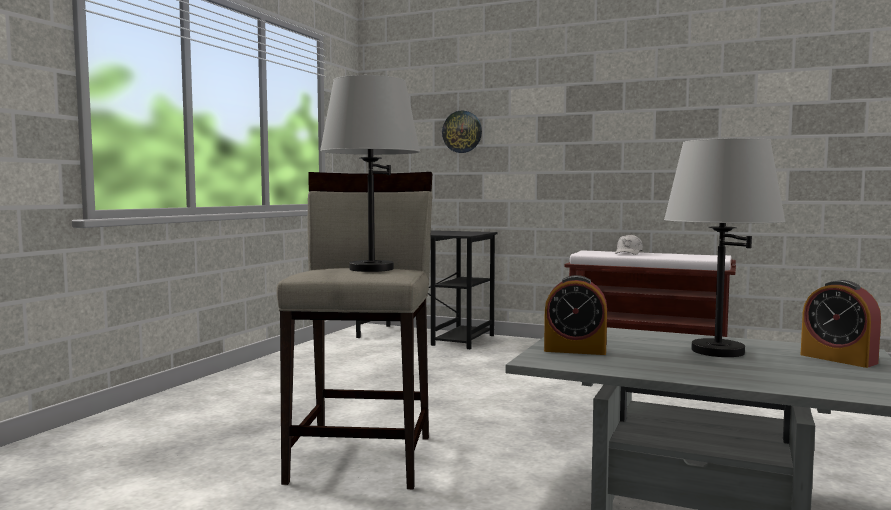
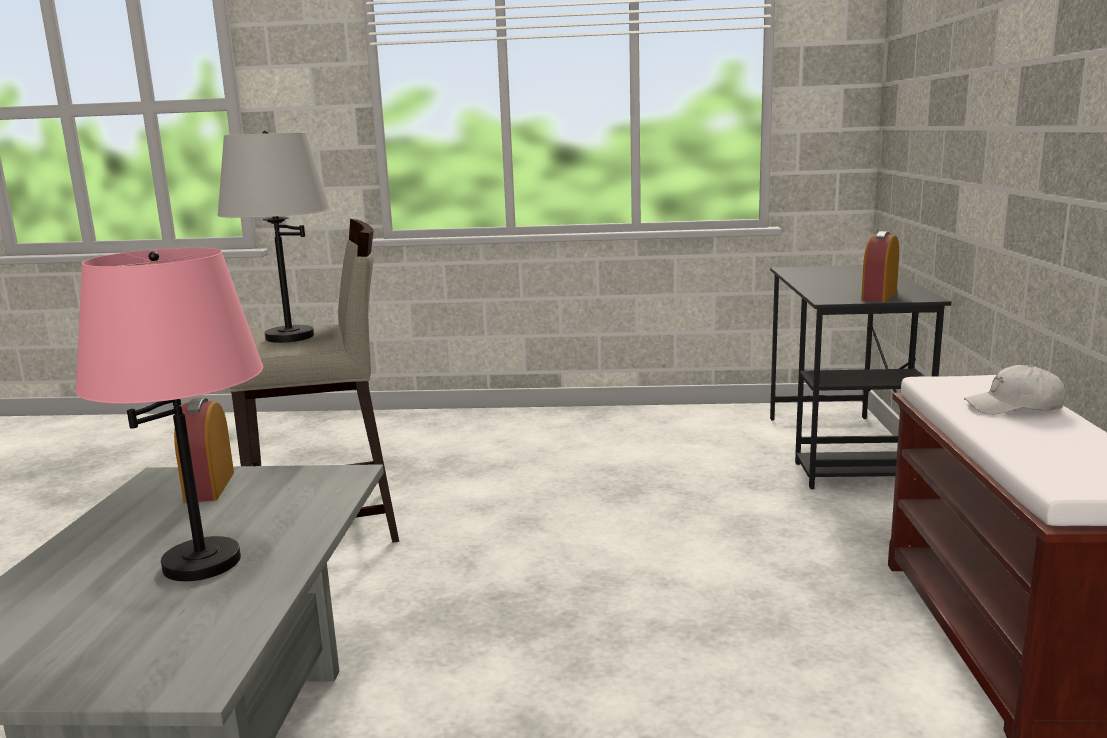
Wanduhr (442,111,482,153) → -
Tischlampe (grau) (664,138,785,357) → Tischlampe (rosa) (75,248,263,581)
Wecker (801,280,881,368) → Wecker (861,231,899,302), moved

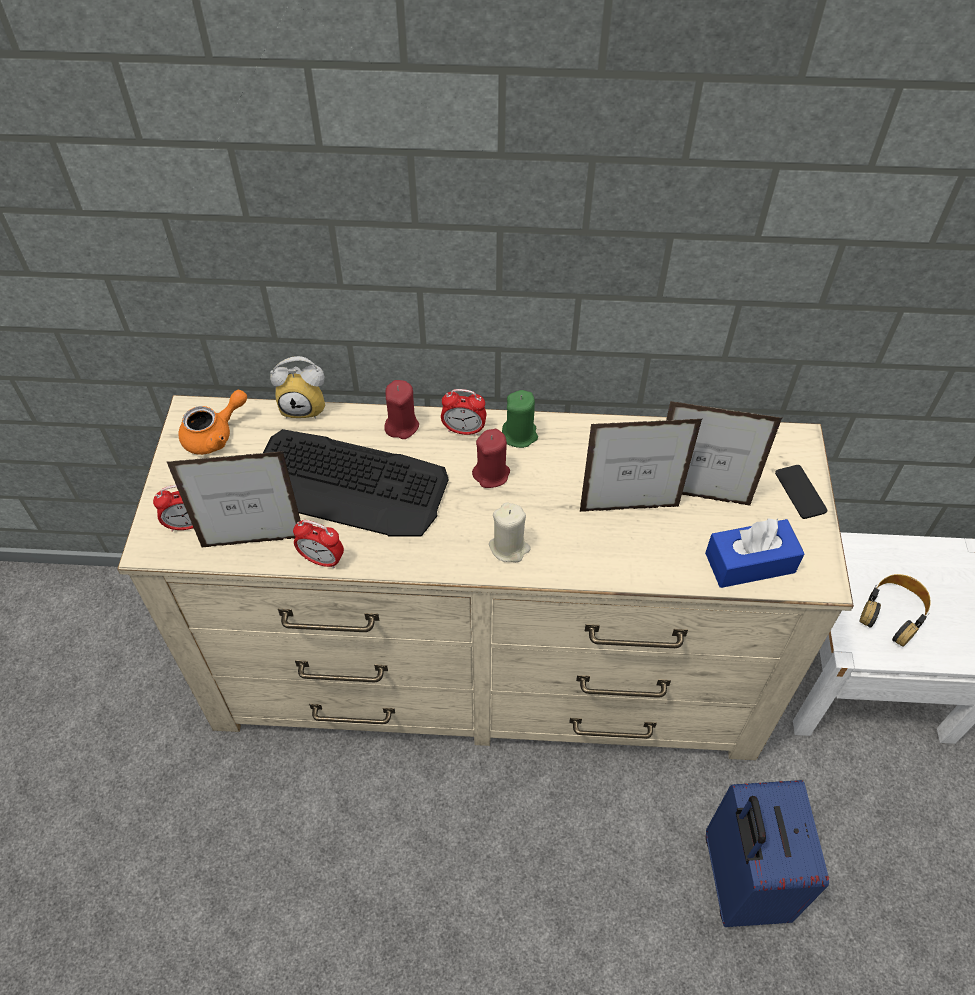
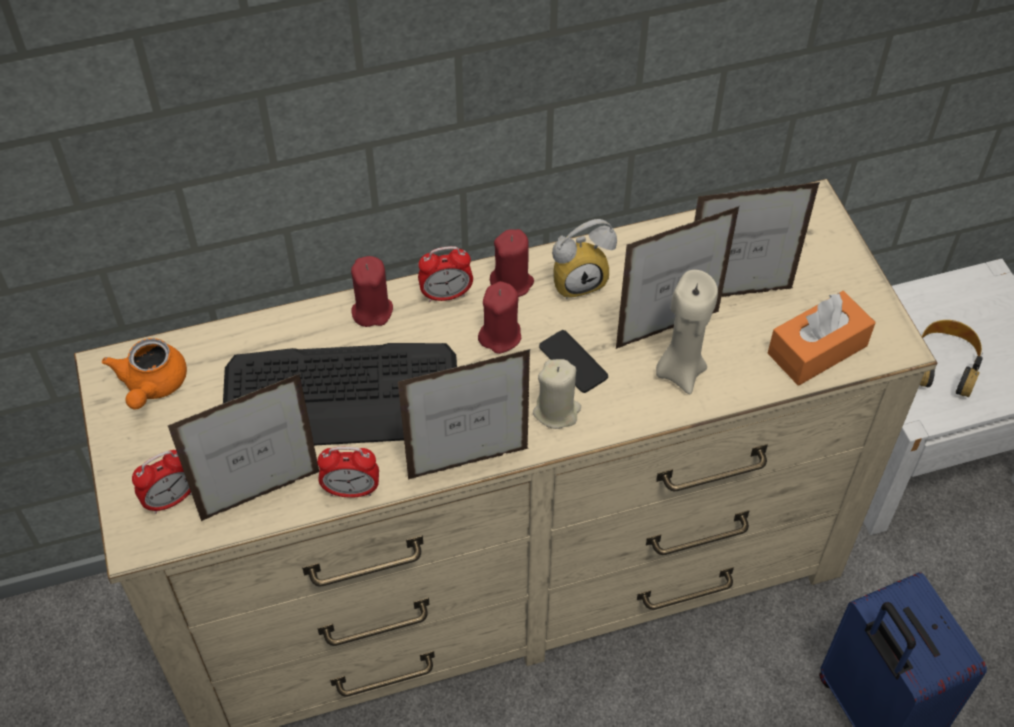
Teekanne (orange) (179,390,247,455) → Teekanne (orange) (102,338,187,410), 150 degrees clockwise
Wecker (270,356,325,419) → Wecker (552,219,617,299), moved
Kerze (grün) (502,390,538,448) → Kerze (rot) (490,229,534,297)
Taschentuchbox (blau) (705,518,805,588) → Taschentuchbox (orange) (768,291,875,385)
Handy (775,465,827,519) → Handy (539,330,608,393), moved
- → Bilderrahmen (398,349,531,480)
- → Kerze (beige) (656,270,718,394)

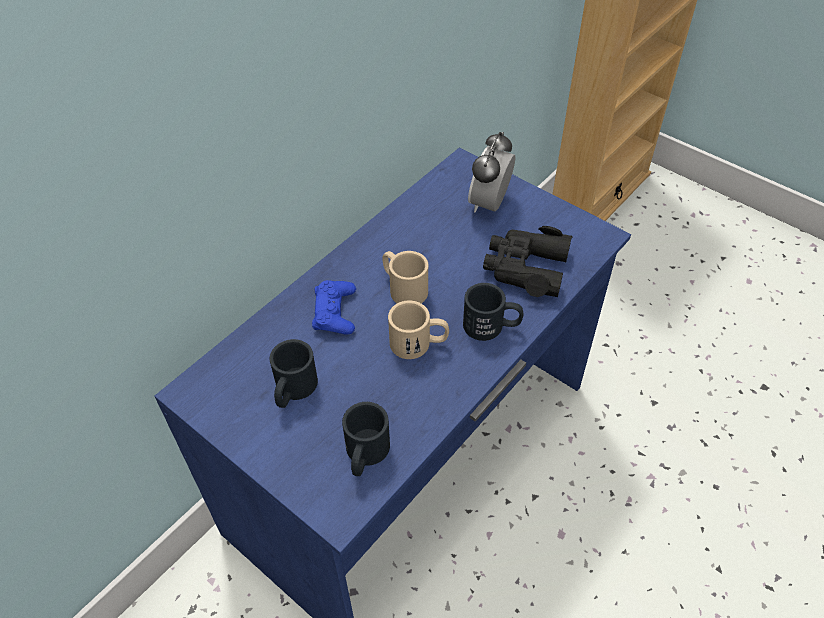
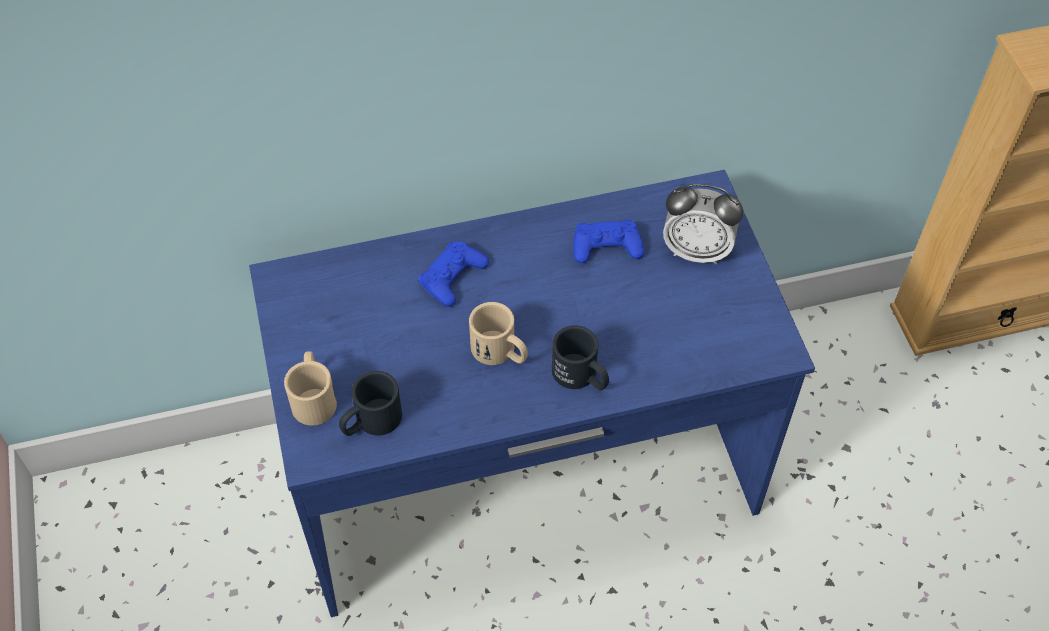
Henkelbecher (schwarz) (270,339,318,408) → -
Henkelbecher (beige) (382,251,428,303) → Henkelbecher (beige) (284,351,337,426), moved
Wecker (468,132,516,212) → Wecker (663,184,743,264), 135 degrees counterclockwise
Fernglas (schwarz) (483,226,573,297) → -
- → Gamepad (blau) (573,219,644,263)

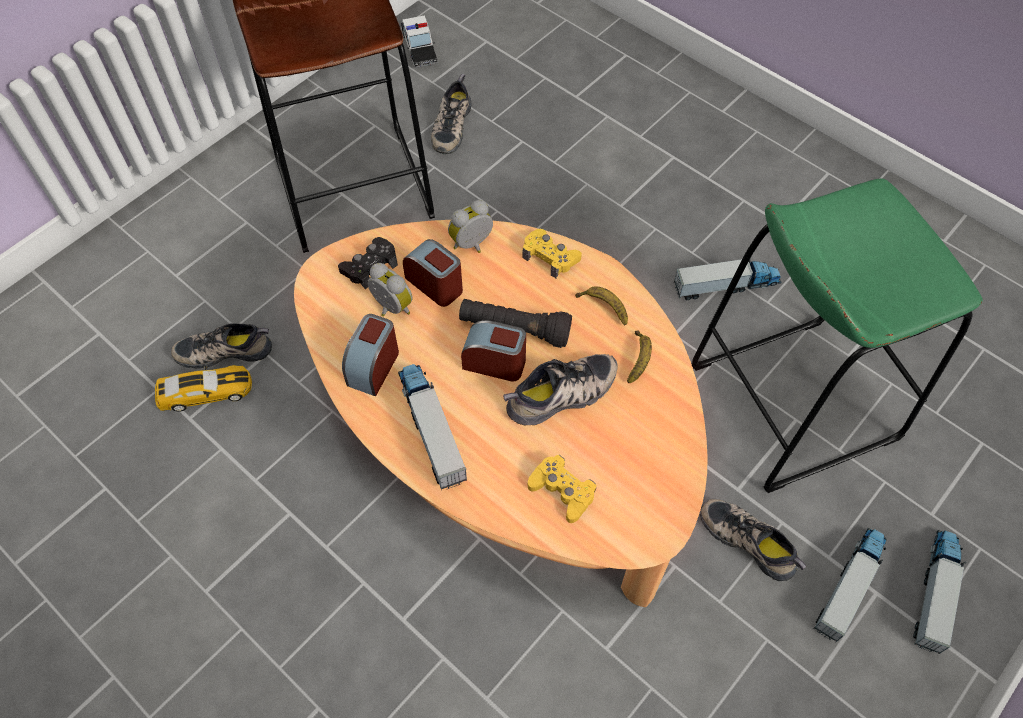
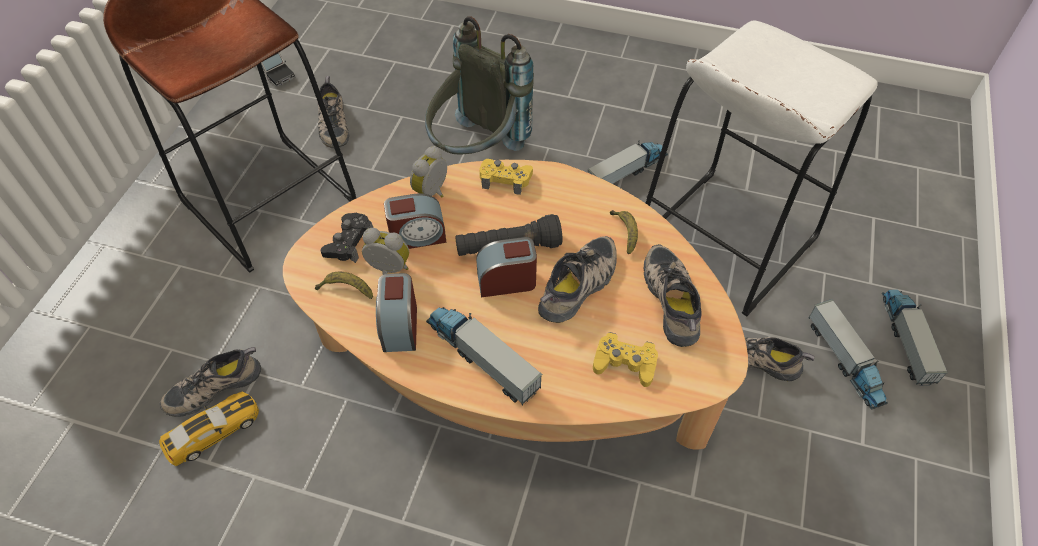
Wecker (403,239,463,307) → Wecker (384,193,446,249), 150 degrees clockwise
Banane (575,286,628,326) → Banane (315,272,373,299), moved
Hocker (grün) (692,179,983,493) → Hocker (weiß) (646,20,878,317)
Spielzeuglaster (814,528,887,642) → Spielzeuglaster (808,299,888,410), 150 degrees clockwise
- → Rucksack (grau) (425,16,534,155)
- → Schuh (644,244,702,347)

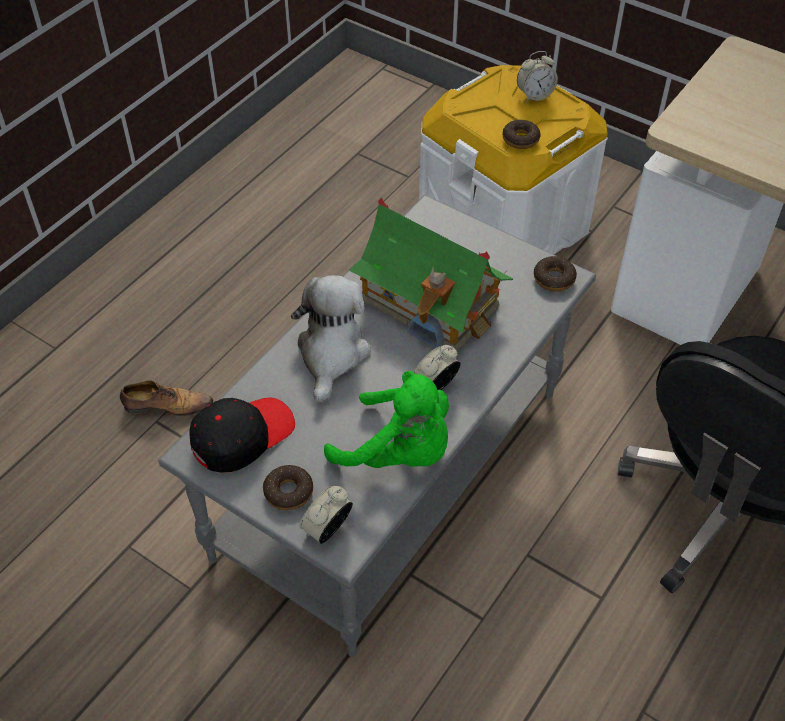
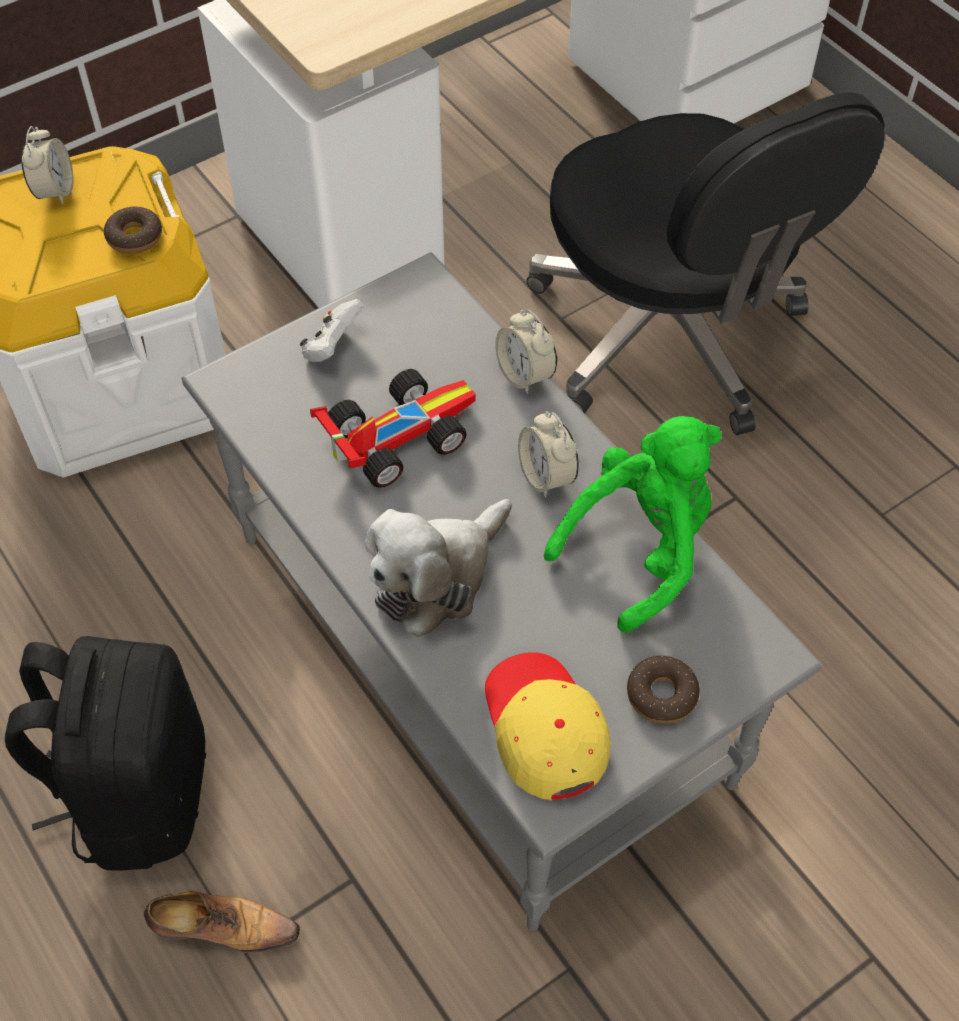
Schuh (120,380,213,417) → Schuh (144,891,300,953), 75 degrees clockwise
Kappe (schwarz) (189,398,295,473) → Kappe (gelb) (485,652,610,800)
Plüschtier (291,275,371,403) → Plüschtier (365,499,512,637), 75 degrees counterclockwise
Wecker (299,486,353,544) → Wecker (495,309,557,394), moved
Spielzeughaus (348,198,513,351) → Spielzeugauto (310,369,476,488)
Donut (534,256,577,292) → -
- → Rucksack (schwarz) (5,636,206,871)
- → Gamepad (weiß) (300,299,365,362)

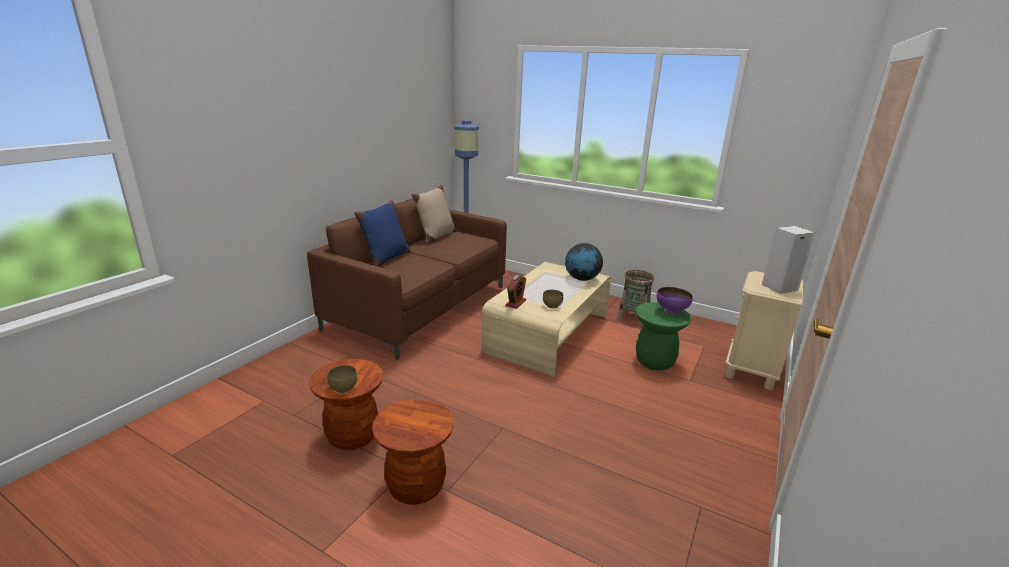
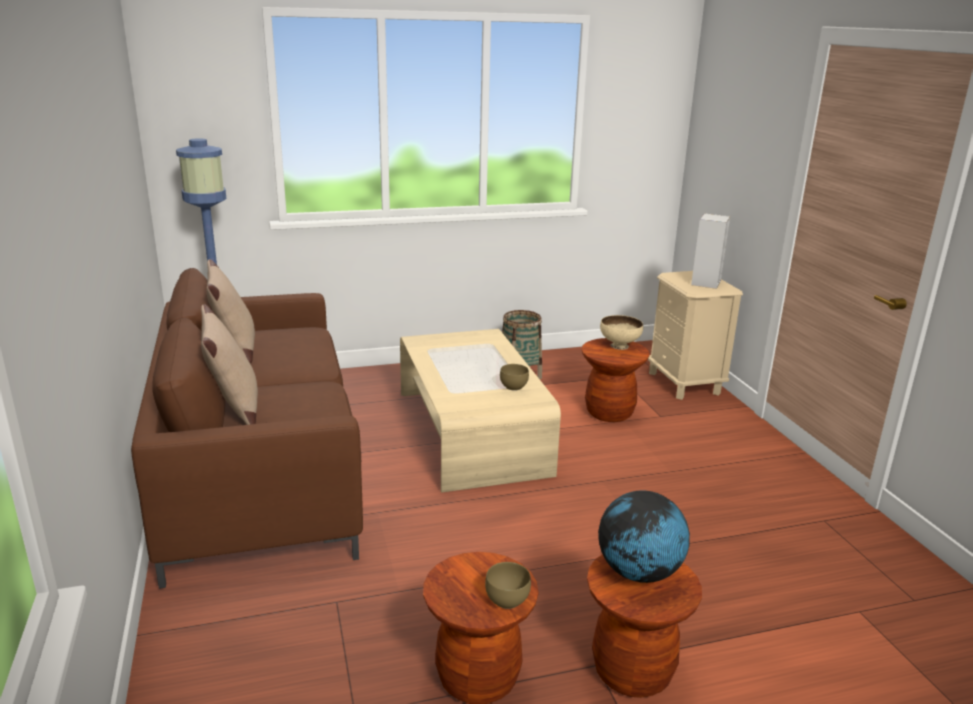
Kissen (blau) (354,200,411,267) → Kissen (beige) (201,304,258,425)
Wecker (505,275,526,309) → -
Globus (565,243,603,281) → Globus (598,490,690,583), moved
Hocker (grün) (636,302,692,370) → Hocker (braun) (582,338,649,422)
Schüssel (lila) (657,287,693,316) → Schüssel (beige) (600,315,643,350)

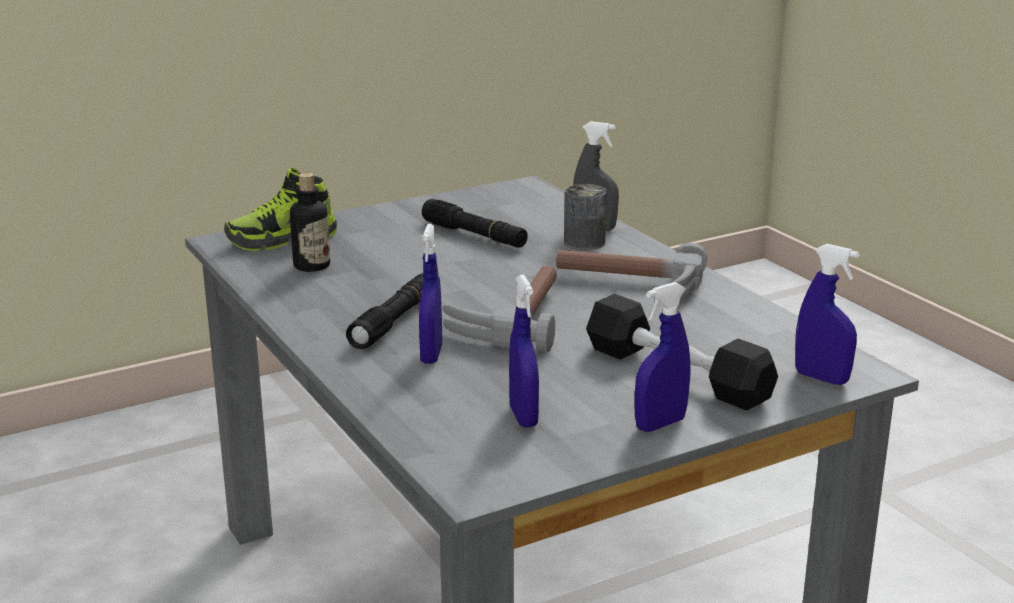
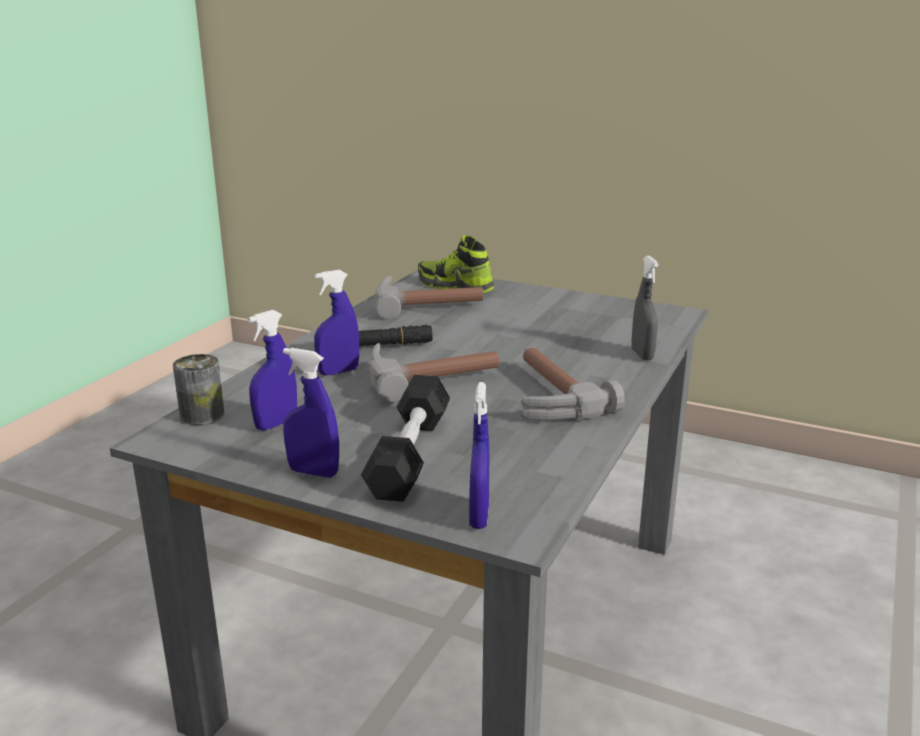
Flasche (290,173,330,272) → Hammer (375,276,483,320)
Taschenlampe (schwarz) (422,199,528,248) → -
Dose (564,184,607,250) → Dose (173,354,224,425), moved

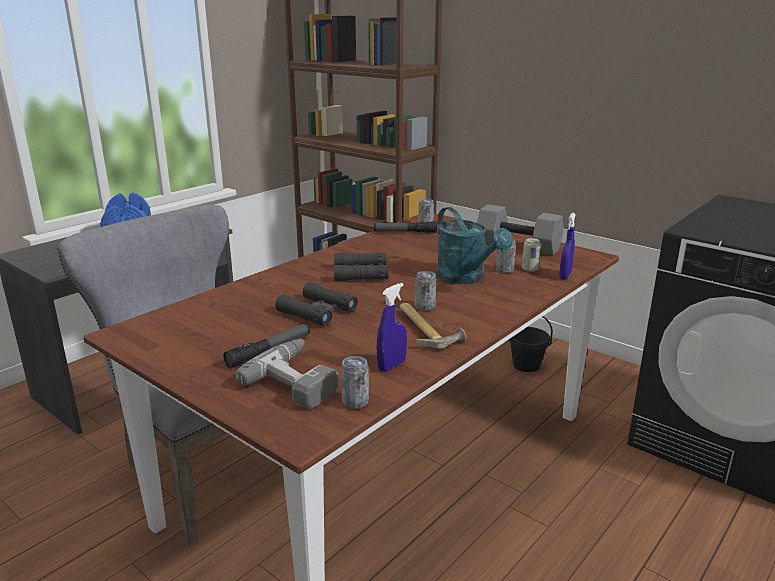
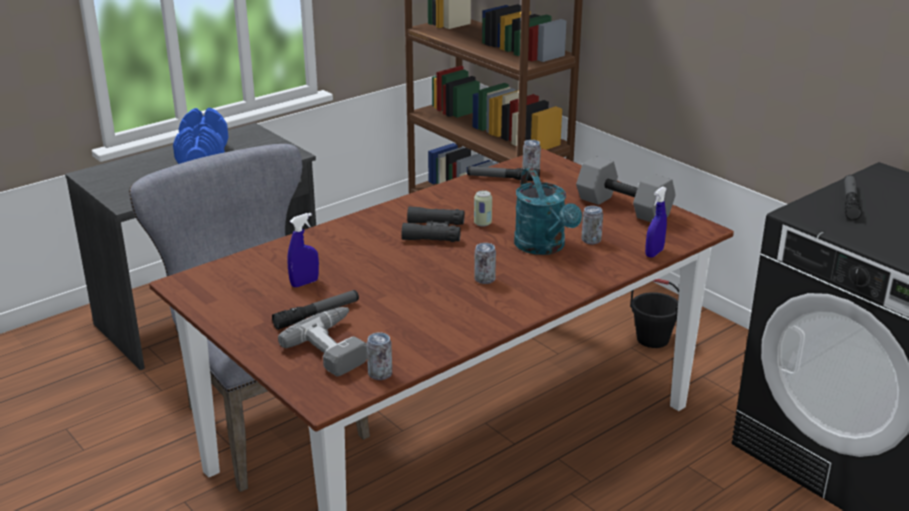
Fernglas (schwarz) (275,282,358,326) → -
Sprühflasche (blau) (376,283,407,372) → Sprühflasche (blau) (287,213,319,287), moved
Hammer (399,303,466,349) → -
Dose (522,238,541,272) → Dose (474,191,492,227), moved
- → Taschenlampe (844,175,862,220)

